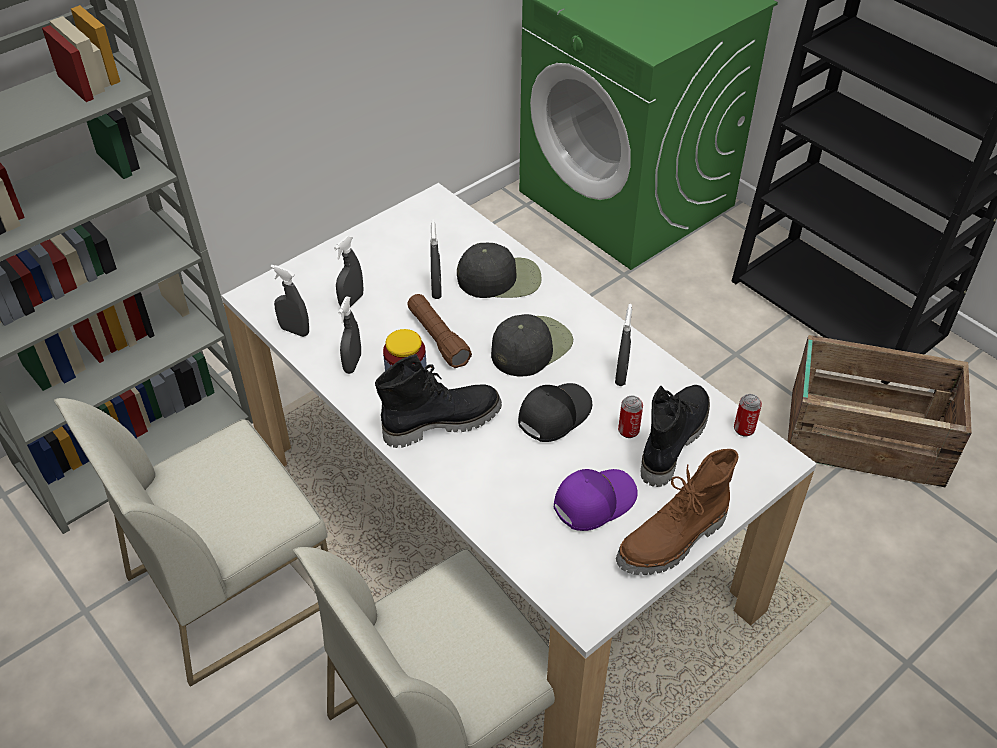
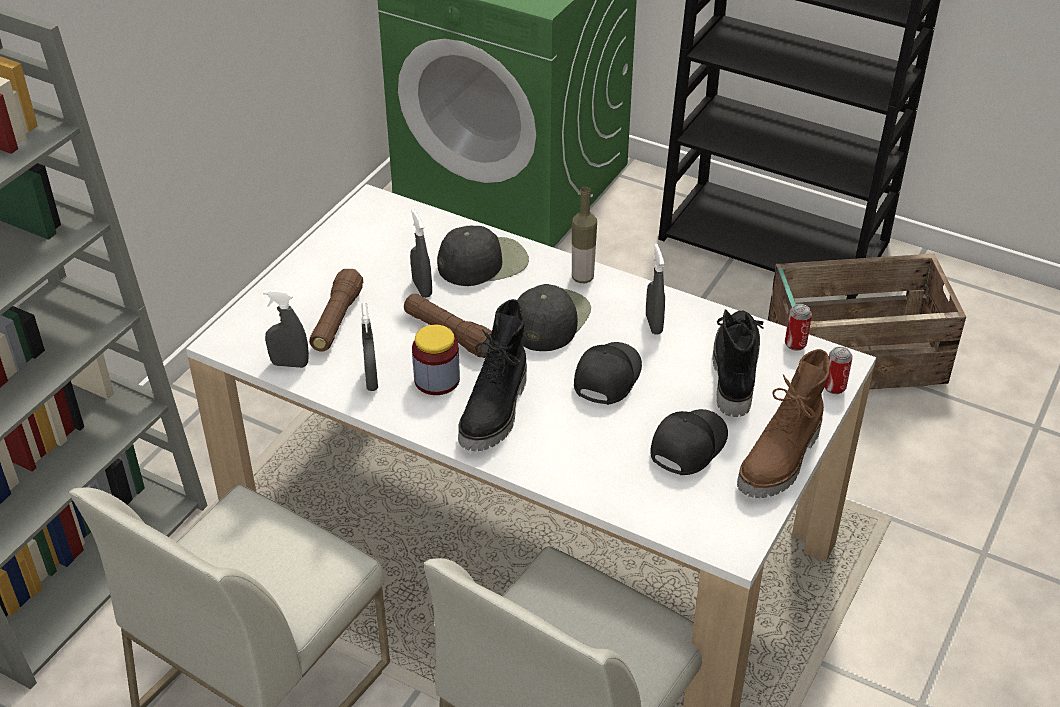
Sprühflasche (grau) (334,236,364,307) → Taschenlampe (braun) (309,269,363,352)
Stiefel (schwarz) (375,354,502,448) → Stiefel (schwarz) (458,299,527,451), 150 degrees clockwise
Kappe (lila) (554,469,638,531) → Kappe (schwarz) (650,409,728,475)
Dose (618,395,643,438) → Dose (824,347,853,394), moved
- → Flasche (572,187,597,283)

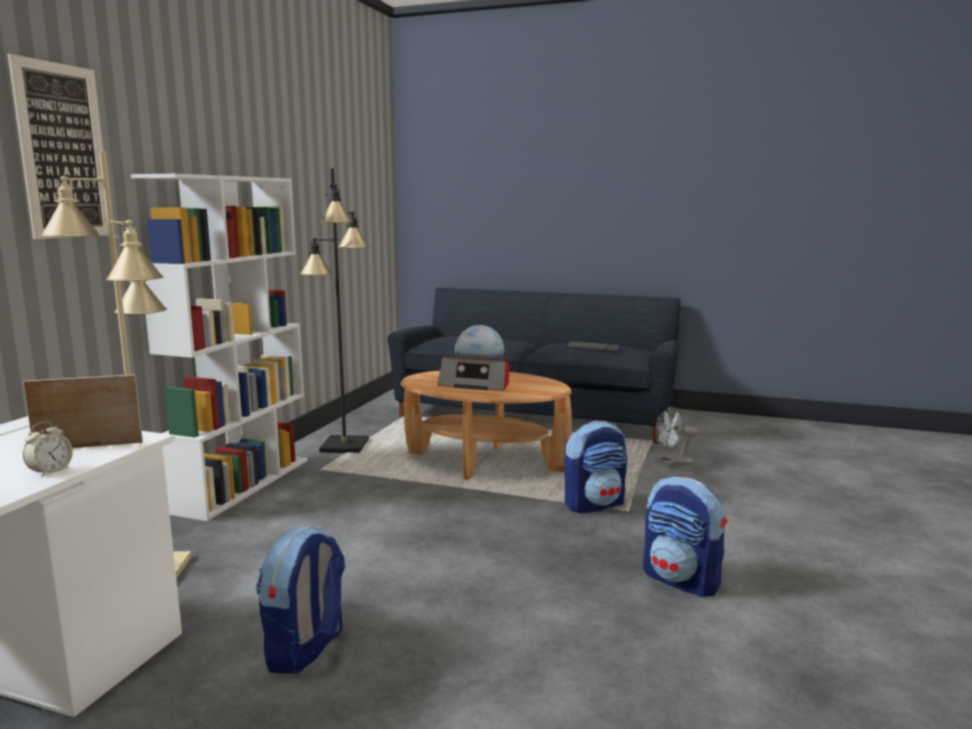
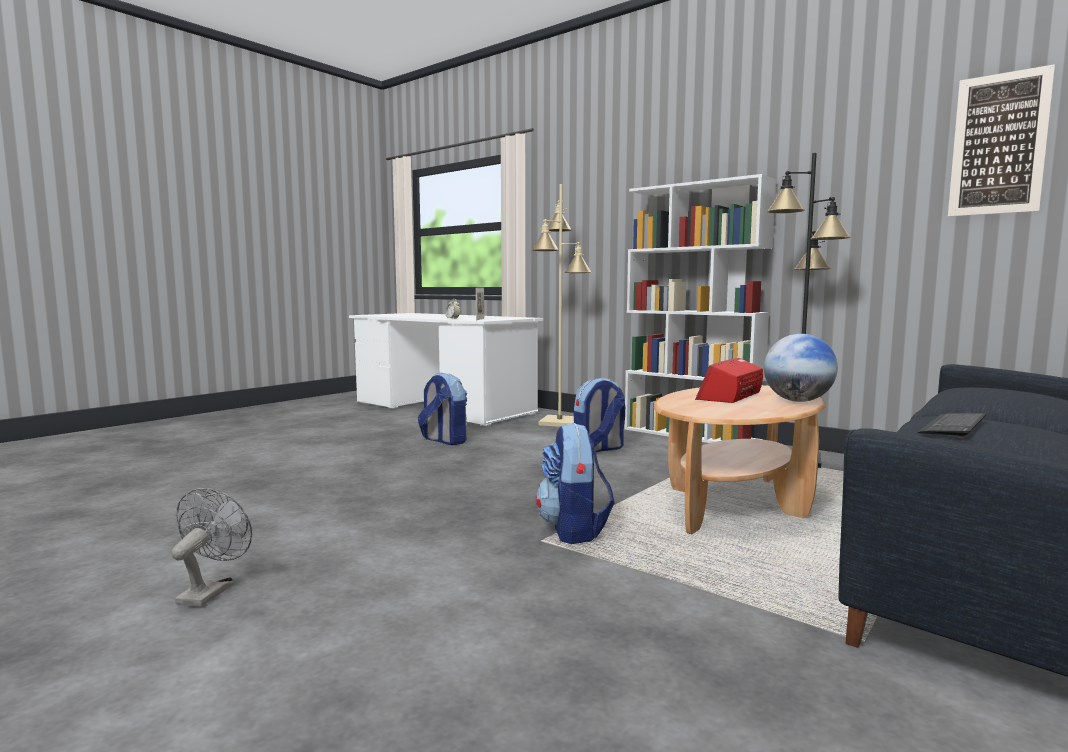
Bild (8,54,109,240) → Bild (948,64,1055,216), moved
Rucksack (643,477,727,597) → Rucksack (574,378,625,452), moved
Ventilator (grau) (655,407,698,466) → Ventilator (grau) (171,488,252,607), moved

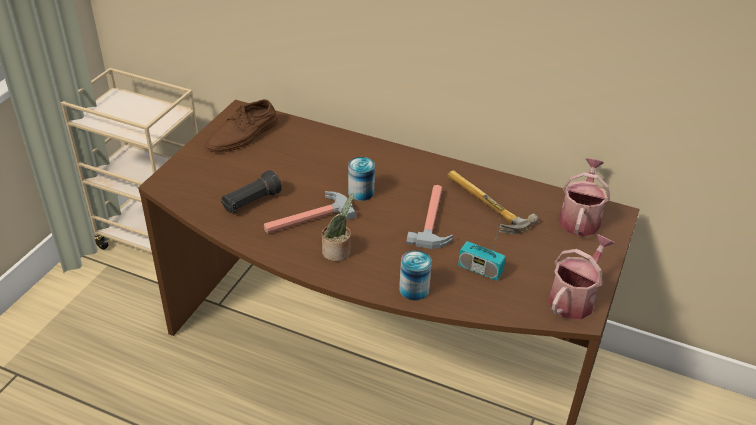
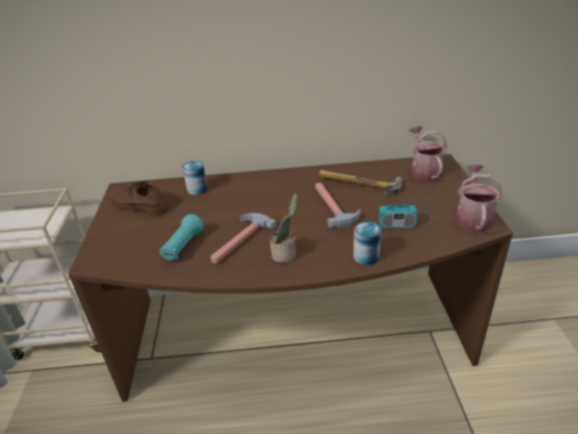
Schuh (braun) (205,99,278,152) → Schuh (braun) (108,180,168,215), 105 degrees clockwise
Taschenlampe (schwarz) (221,170,282,213) → Taschenlampe (türkis) (160,214,204,261)
Dose (348,157,375,201) → Dose (182,161,208,195), moved

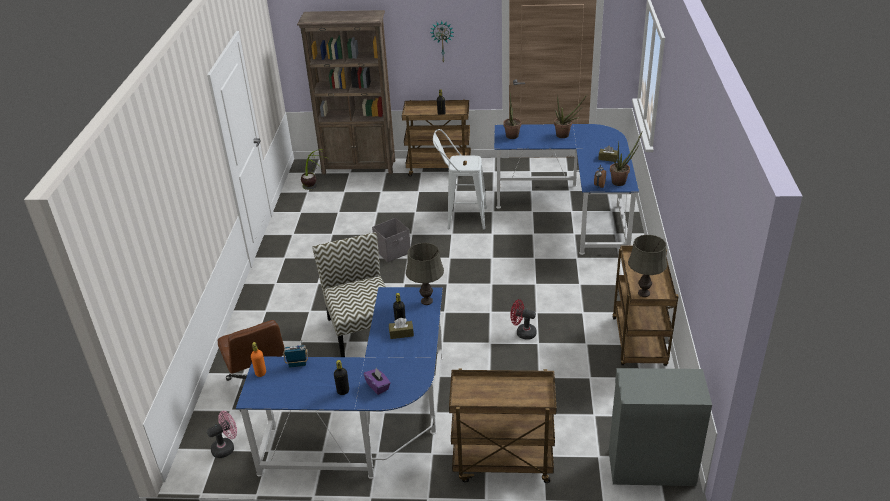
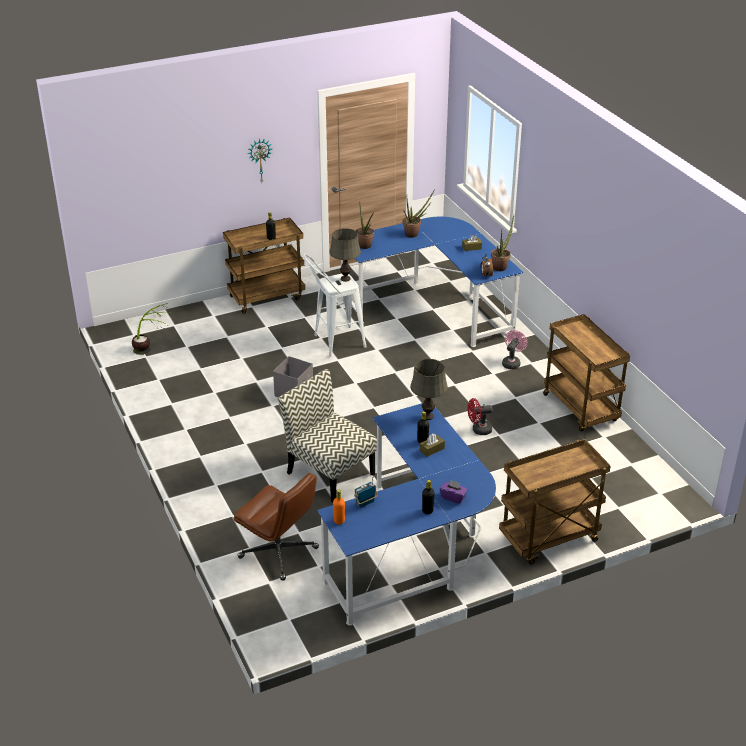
Ventilator (rosa) (207,411,237,458) → Ventilator (rosa) (502,330,528,369), moved
Bücherregal (braun) (297,10,395,175) → -
Schrank (grau) (609,368,712,486) → -
Tischlampe (grau) (628,235,667,297) → Tischlampe (grau) (330,228,361,282), moved

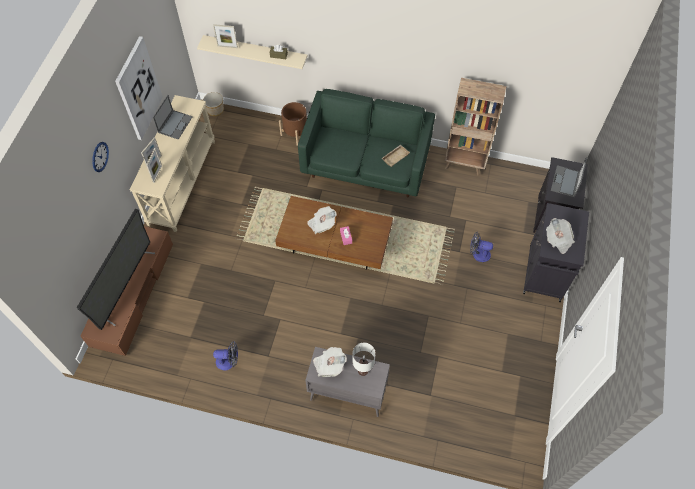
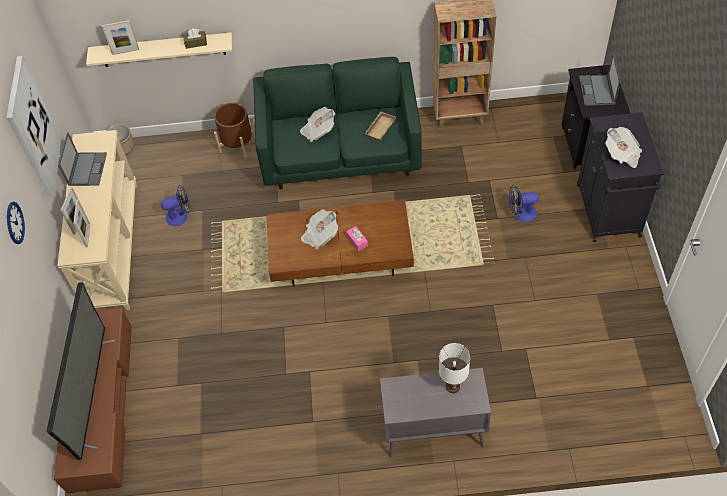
Ventilator (213,341,238,371) → Ventilator (161,185,191,226), moved
Zeitung (313,347,347,377) → Zeitung (300,107,335,142), moved

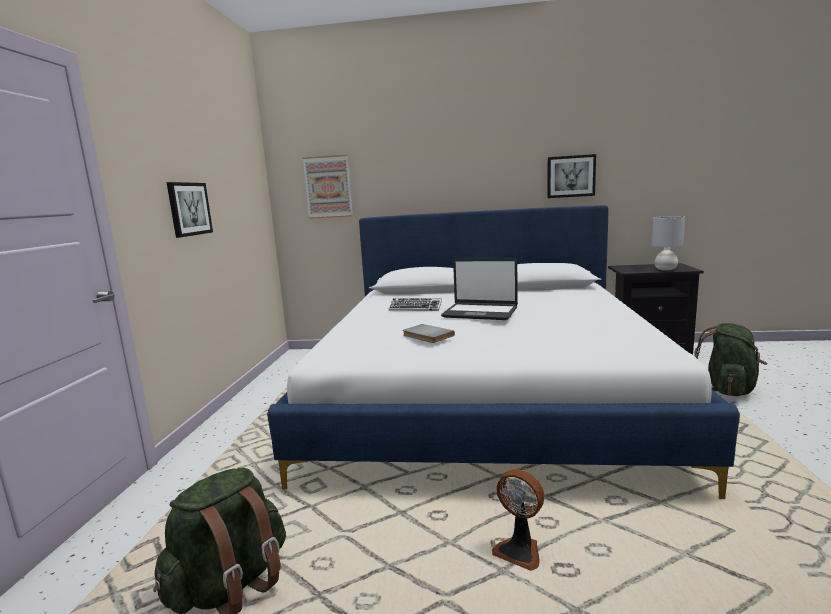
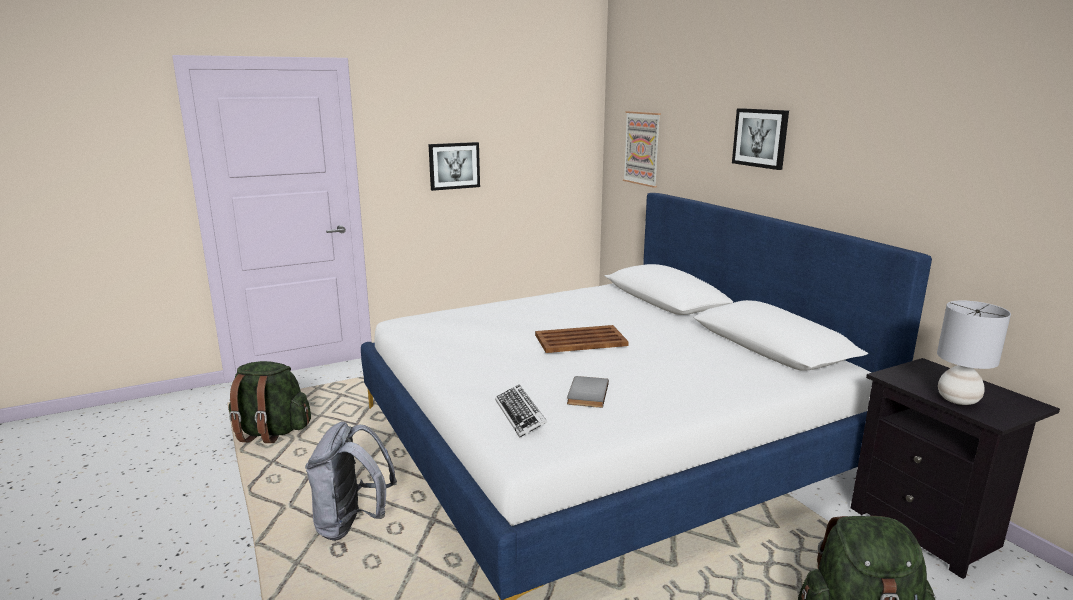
Tastatur (389,298,442,311) → Tastatur (495,384,547,438), moved
Buch (grau) (403,324,455,343) → Buch (grau) (567,376,609,408), moved
Laptop (441,259,518,320) → Tablett (braun) (535,325,629,353)
Ventilator (492,469,544,571) → Rucksack (grau) (305,422,397,541)
Bild (547,154,596,198) → Bild (732,108,789,170), moved

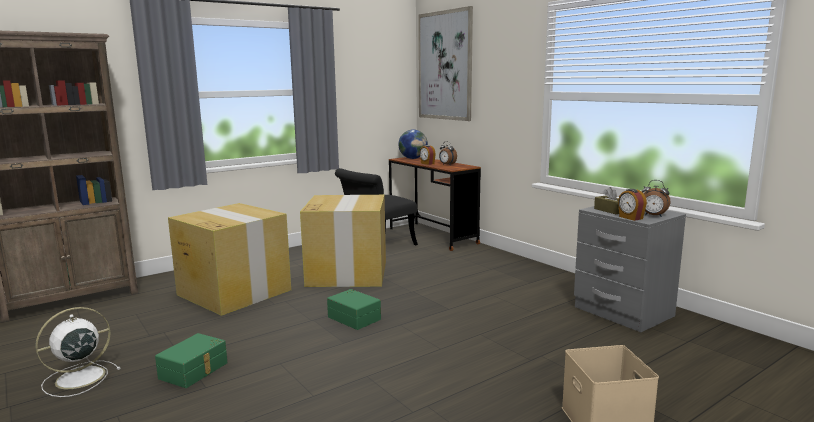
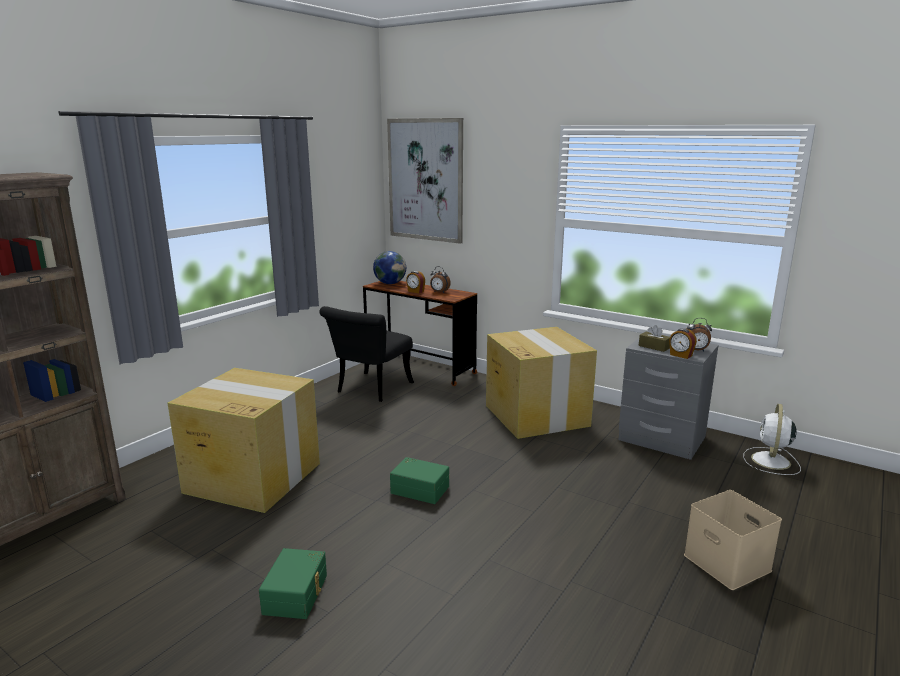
Ventilator (weiß) (35,307,121,397) → Ventilator (weiß) (743,404,801,475), moved
Karton (300,195,386,287) → Karton (486,327,597,439), moved

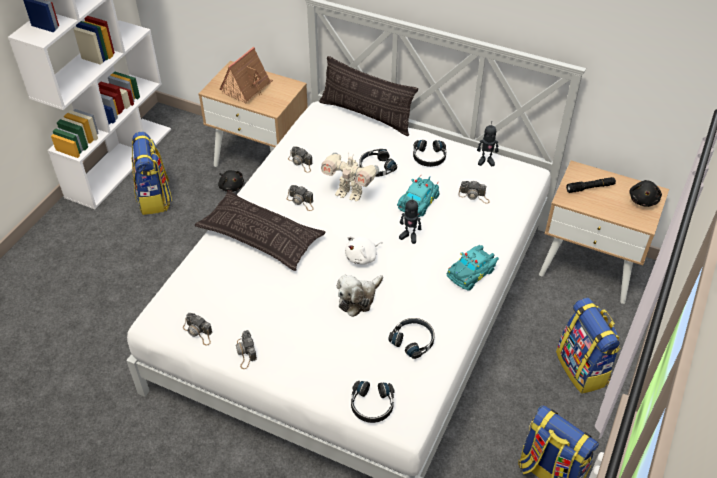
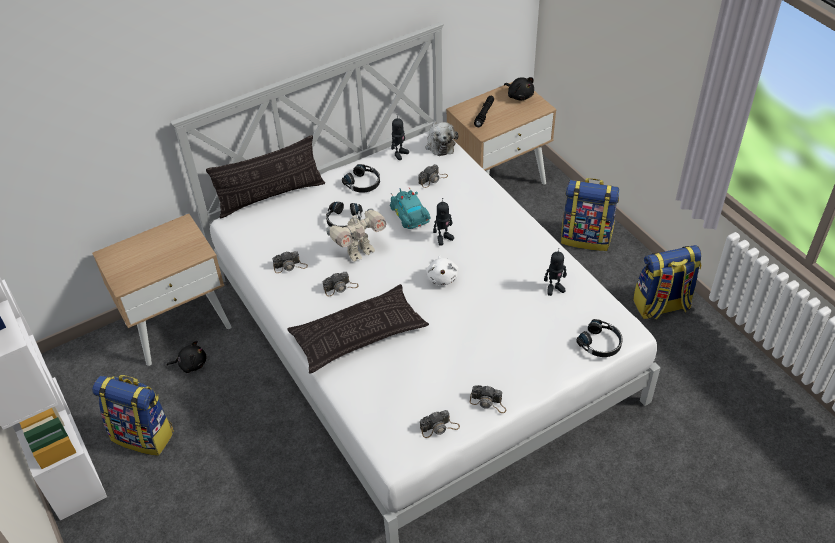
Spielzeughaus (219,47,273,103) → -
Plüschtier (337,275,383,317) → Plüschtier (426,122,458,156), moved
Kopfhörer (schwarz) (388,318,435,359) → Spielzeugroboter (544,248,567,296)
Spielzeugauto (türkis) (447,245,499,291) → -

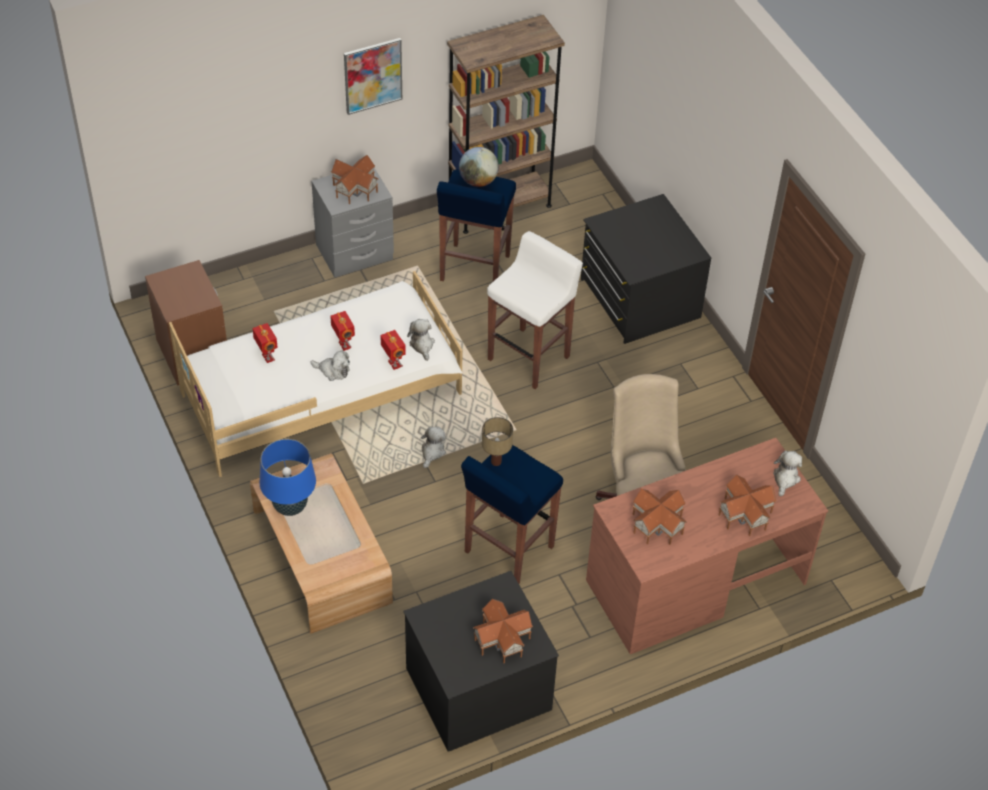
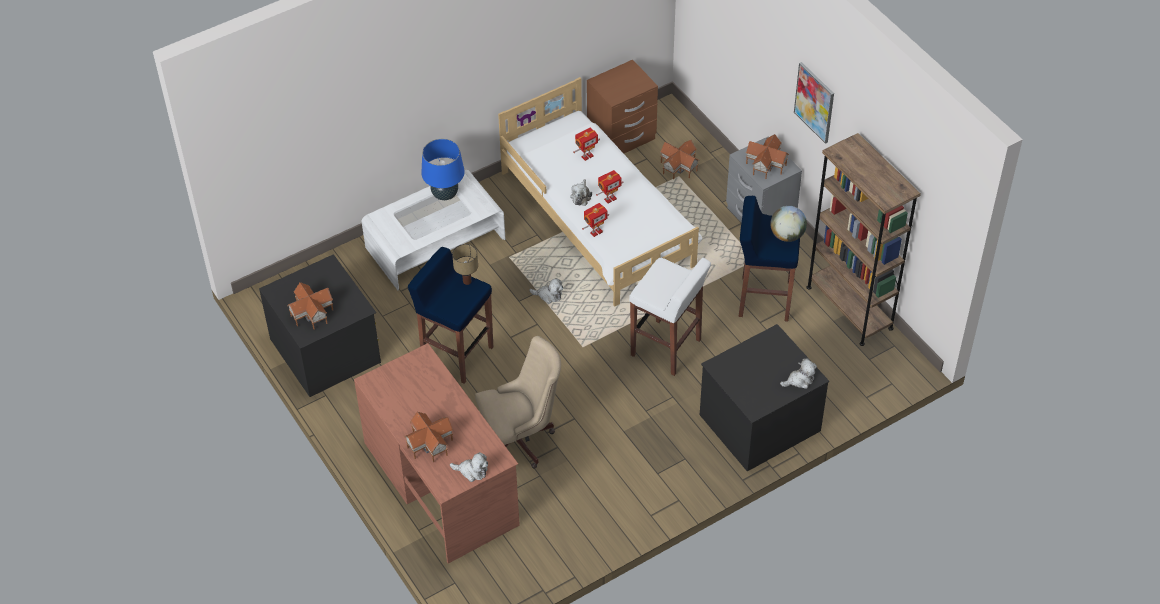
Couchtisch (braun) (250,453,393,634) → Couchtisch (weiß) (362,170,505,290)
Plüschtier (407,319,435,361) → Plüschtier (780,358,817,389), moved
Spielzeughaus (633,489,687,545) → Spielzeughaus (660,140,699,179), moved

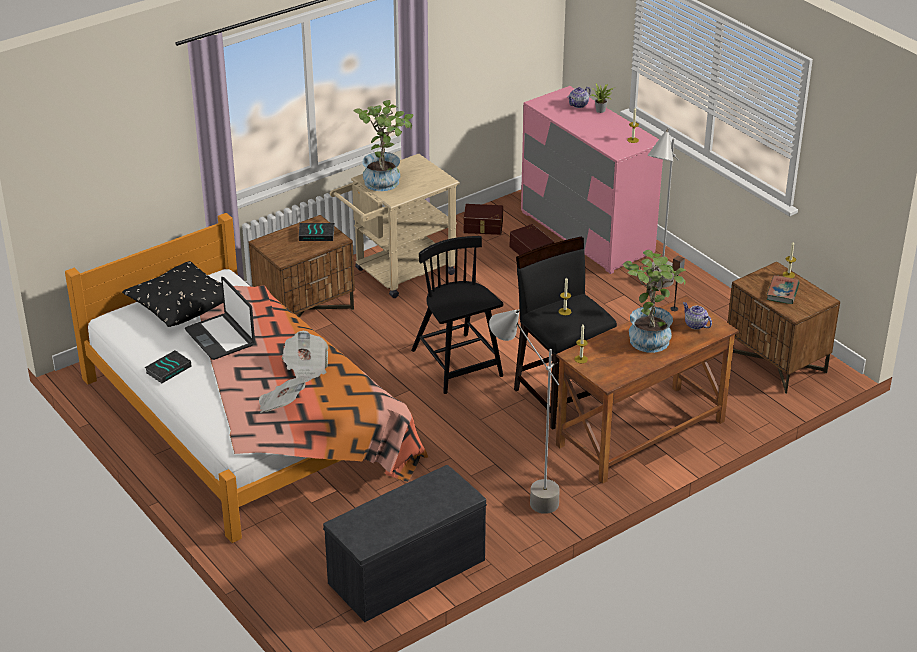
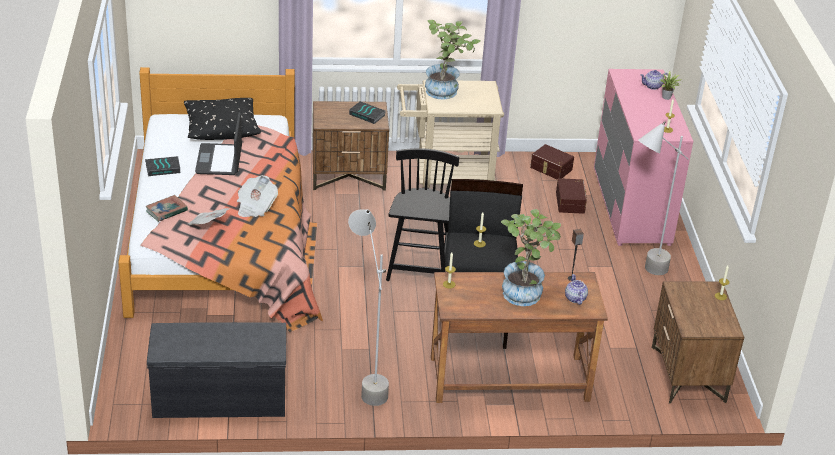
Buch (767,275,800,304) → Buch (145,195,188,222), moved

